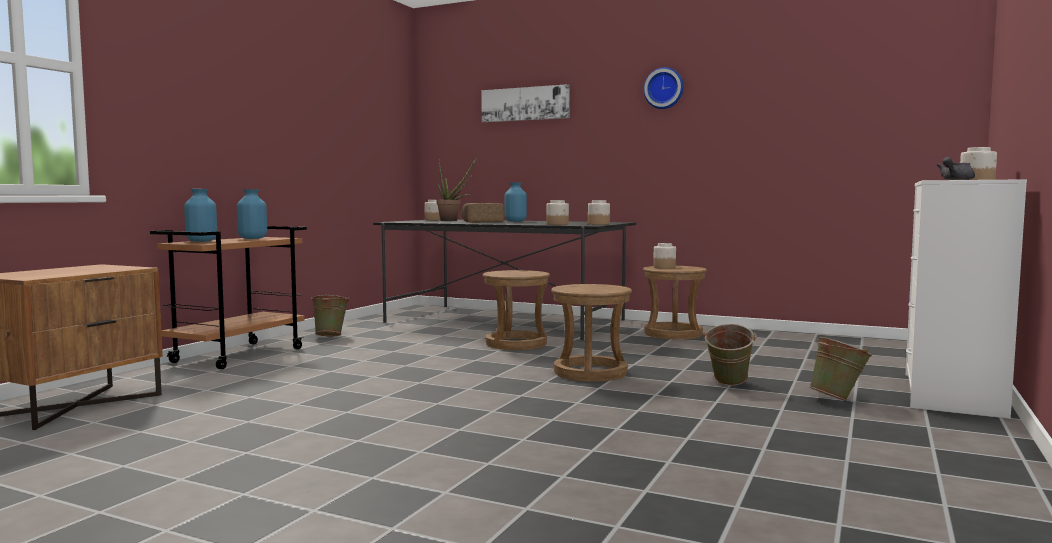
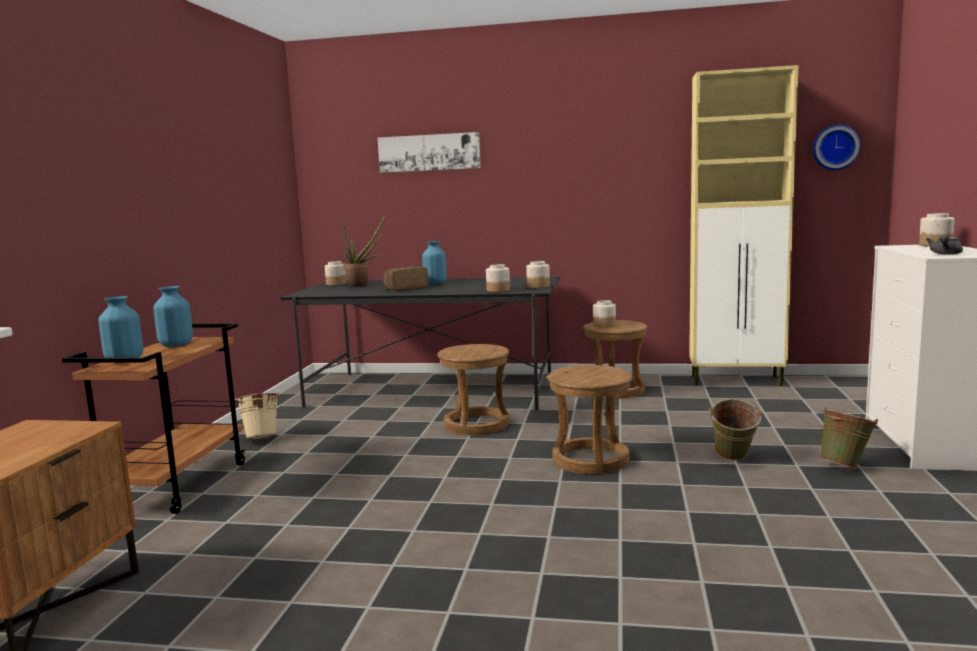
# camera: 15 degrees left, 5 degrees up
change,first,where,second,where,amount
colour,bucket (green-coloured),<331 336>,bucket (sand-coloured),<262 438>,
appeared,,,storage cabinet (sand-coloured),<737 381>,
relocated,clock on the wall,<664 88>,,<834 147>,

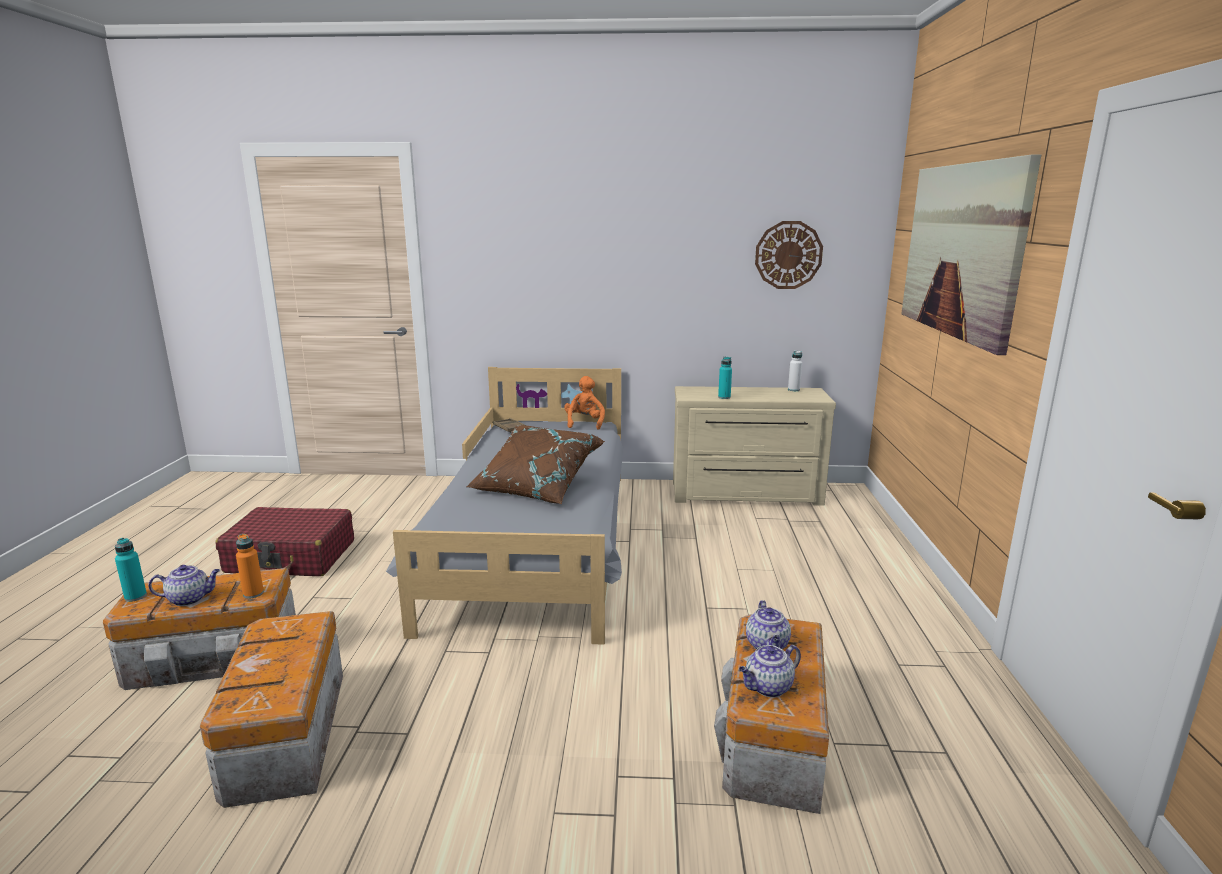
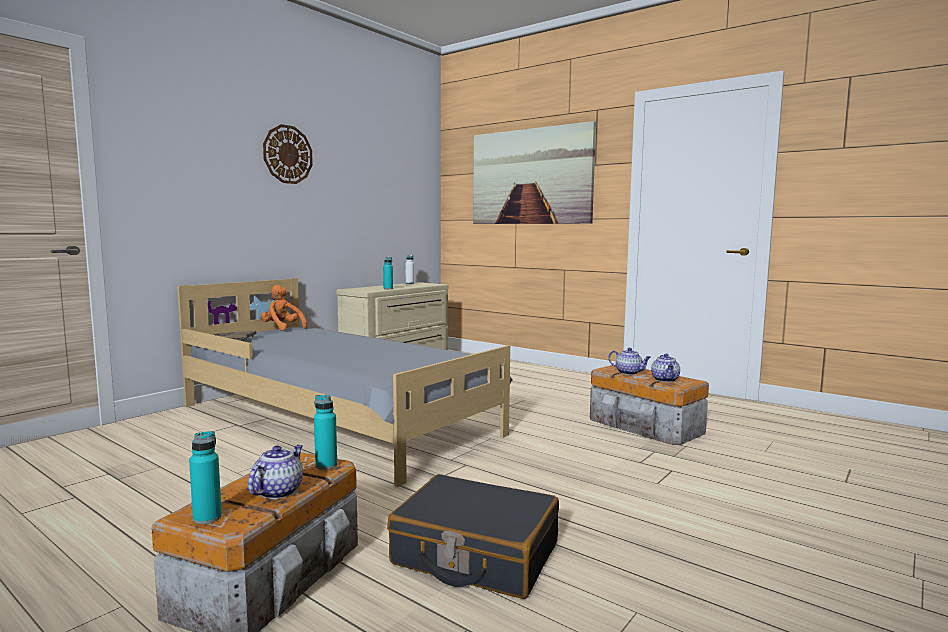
# camera: 55 degrees left, 10 degrees down
change,first,where,second,where,amount
relocated,clock on the wall,<788 255>,,<287 154>,
colour,drink bottle (orange),<253 593>,drink bottle (turquoise-coloured),<326 465>,
exchanged,storage bin,<285 737>,piece of luggage (black),<475 554>,
missing,piece of luggage (red),<291 557>,,,
missing,throw pillow (brownish),<536 486>,,,

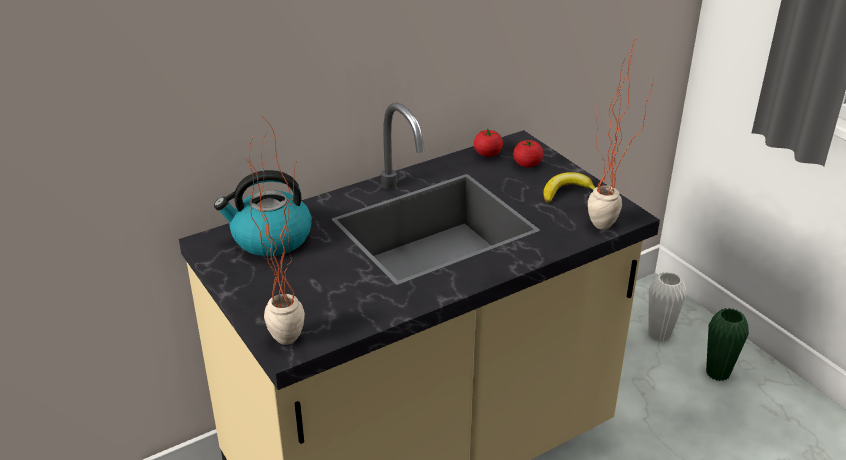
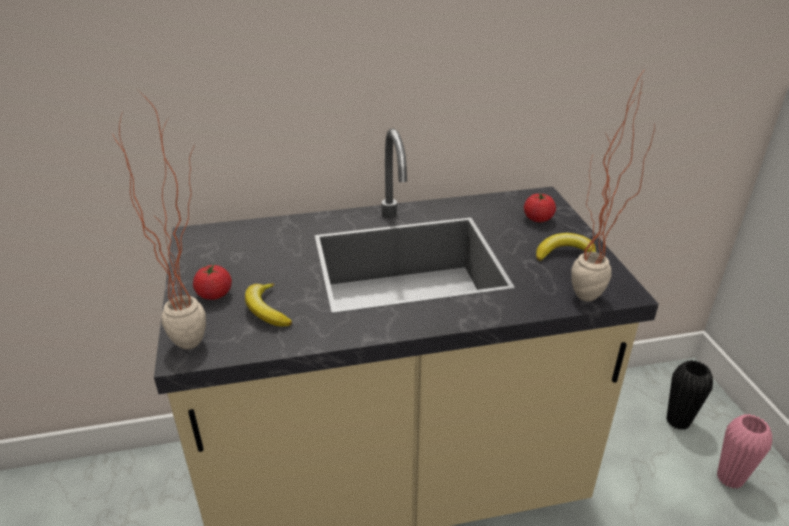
# camera: 20 degrees right, 0 degrees up
change,first,where,second,where,amount
relocated,fresh tomato,<487 154>,,<214 294>,
appeared,,,banana,<267 310>,
colour,flower vase (white-coloured),<659 335>,flower vase (black),<678 421>,
colour,flower vase (green-coloured),<717 373>,flower vase (pinkish),<729 478>,
missing,kettle,<270 239>,,,

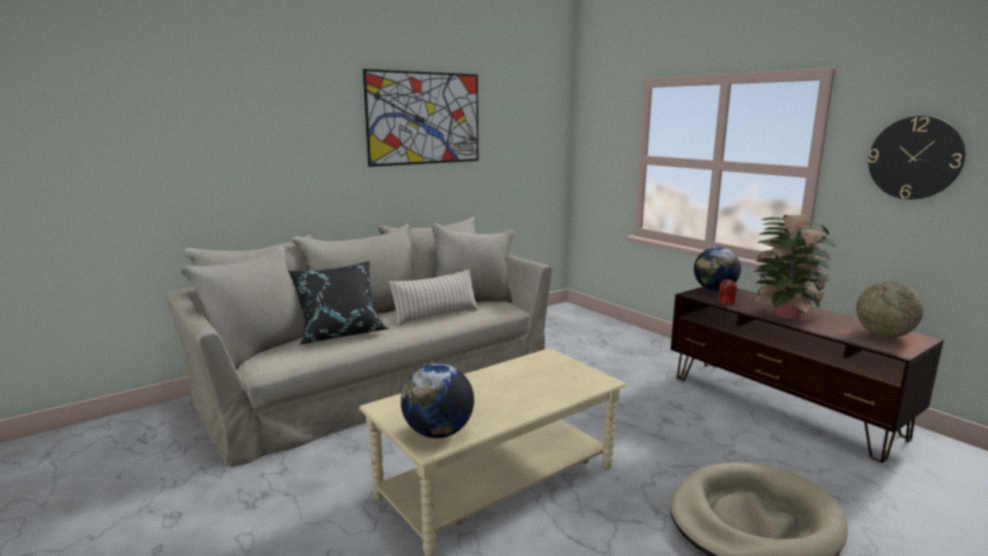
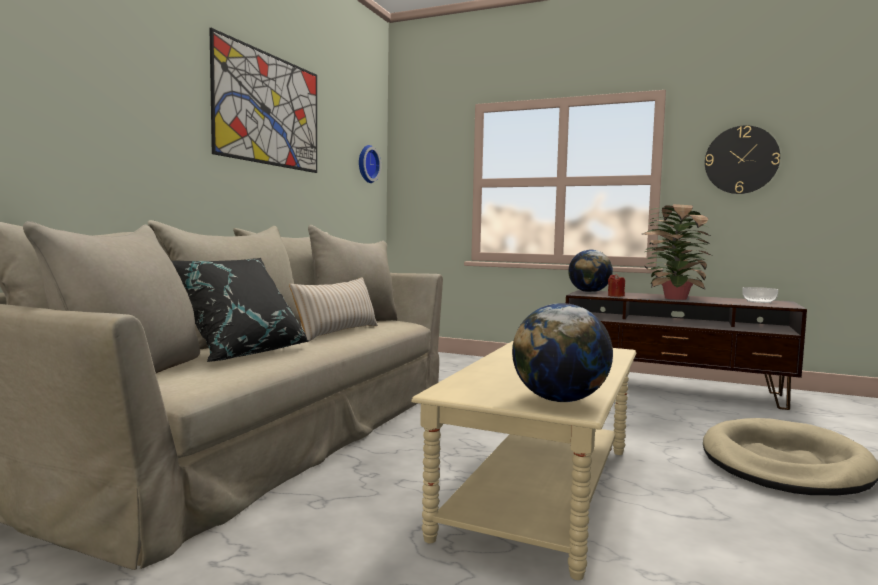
# camera: 30 degrees left, 10 degrees down
change,first,where,second,where,amount
appeared,,,clock on the wall,<366 164>,
exchanged,globe,<883 335>,serving bowl,<758 301>,

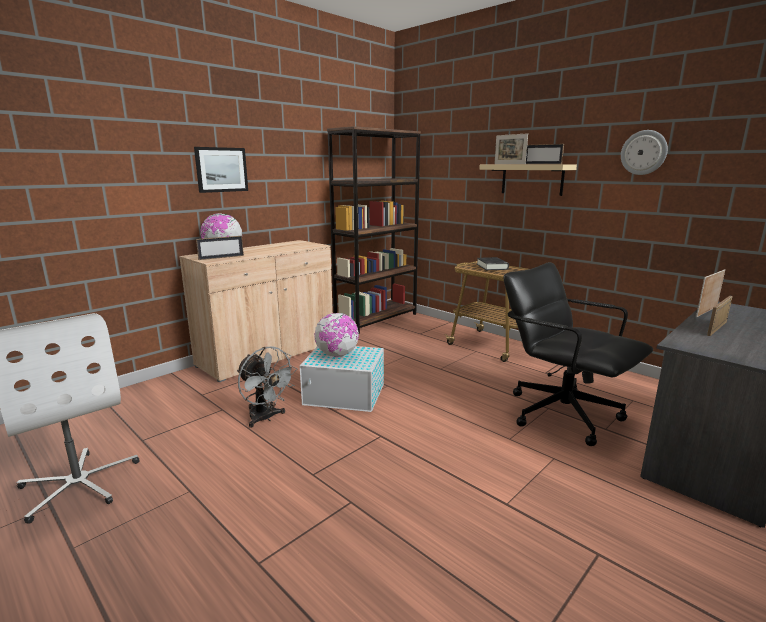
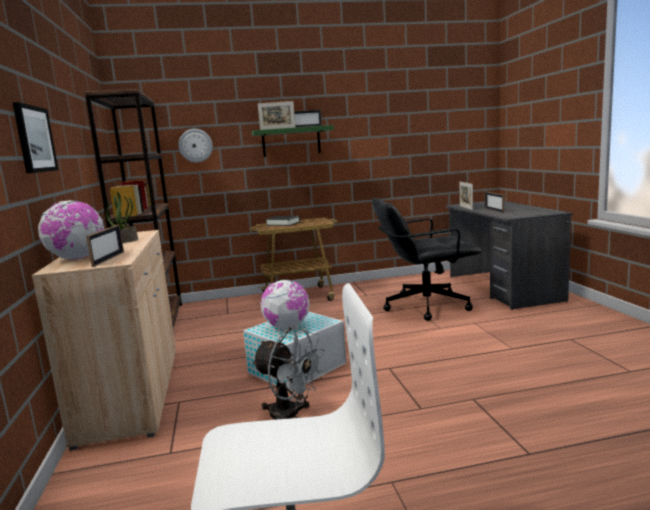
# camera: 55 degrees left, 5 degrees down
change,first,where,second,where,amount
appeared,,,potted plant,<124 241>,
relocated,clock on the wall,<643 152>,,<195 145>,
colour,bracket shelf (sand-coloured),<532 179>,bracket shelf (green-coloured),<291 141>,
spun,fan (grey),<266 418>,,<291 416>,45 degrees clockwise

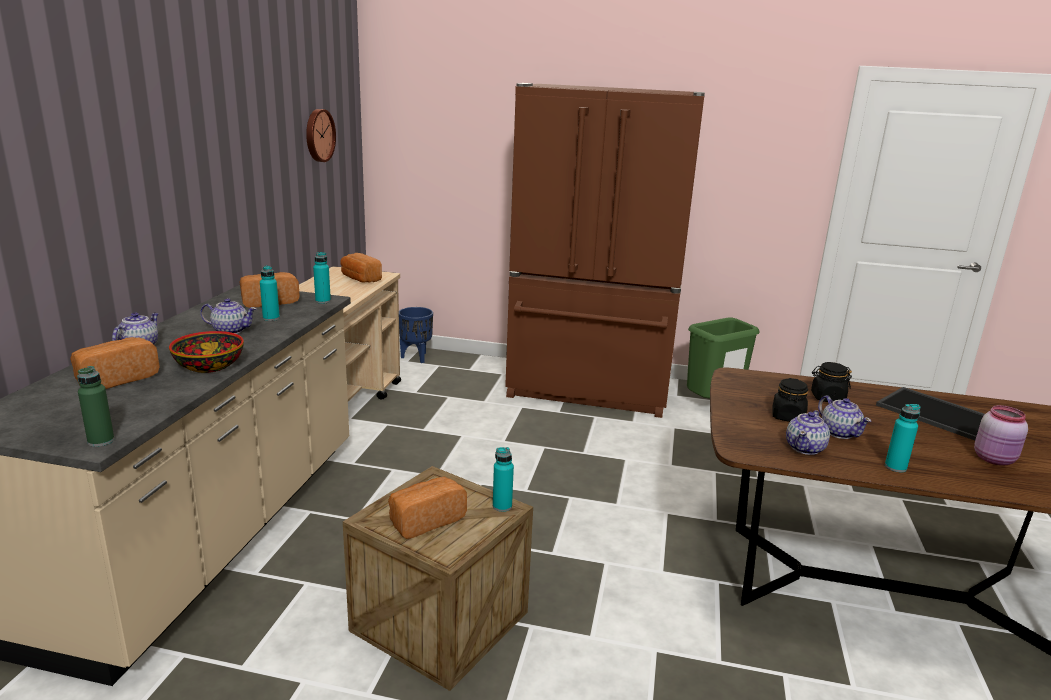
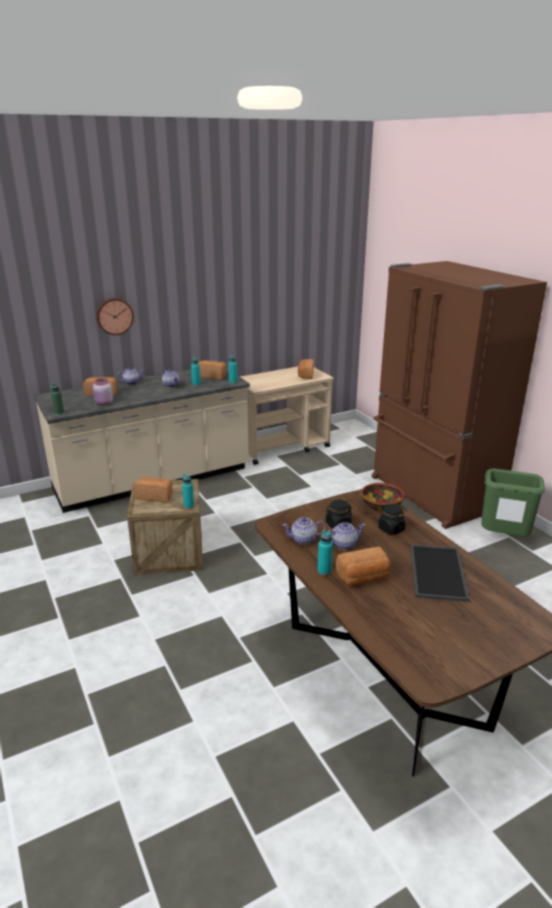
# camera: 50 degrees right, 5 degrees up
change,first,where,second,where,amount
relocated,jar (pinkish),<995 459>,,<104 403>,
relocated,clock on the wall,<318 135>,,<114 316>,
spun,tea pot,<839 432>,,<343 544>,135 degrees counterclockwise
appeared,,,bakery bread,<363 578>,
relocated,serving bowl,<210 366>,,<381 506>,
missing,plant pot (bluish),<416 357>,,,

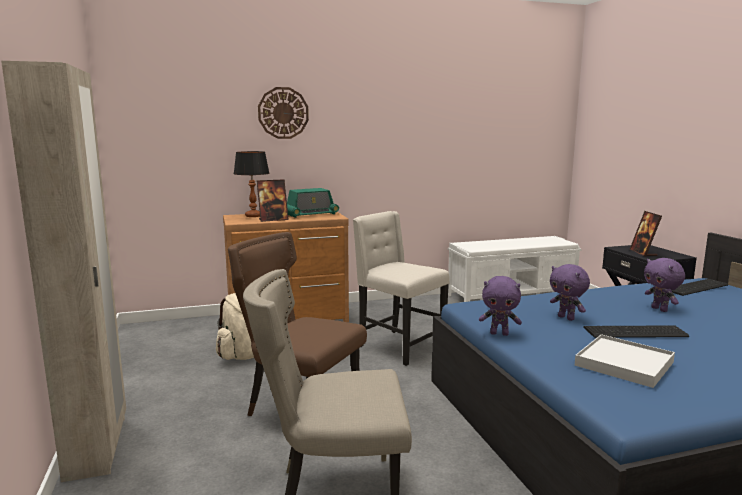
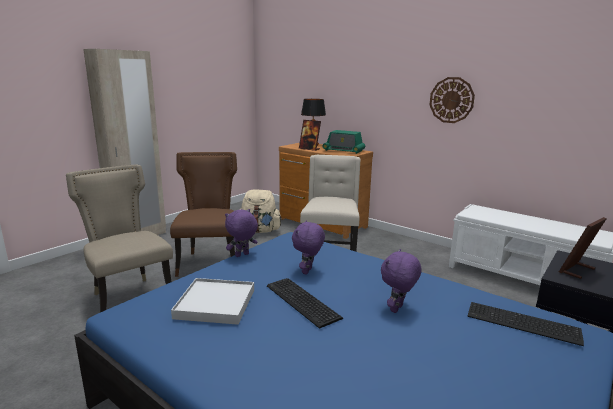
# camera: 55 degrees right, 5 degrees up
change,first,where,second,where,amount
spun,cuddly toy (purple-coloured),<499 333>,,<242 255>,75 degrees clockwise
relocated,clock on the wall,<283 113>,,<451 100>,

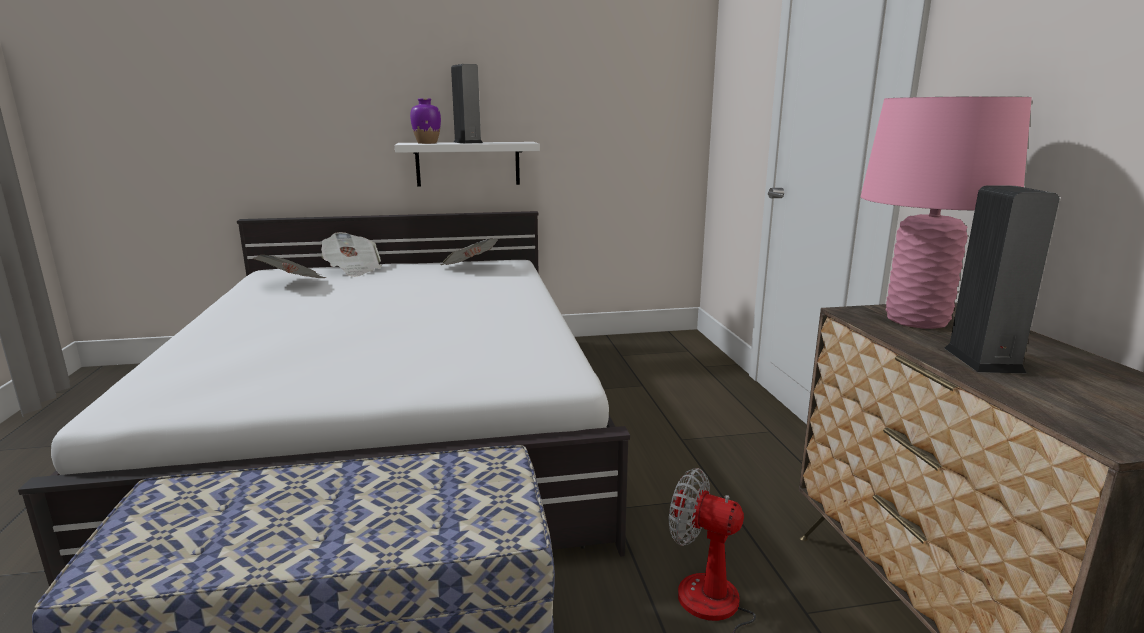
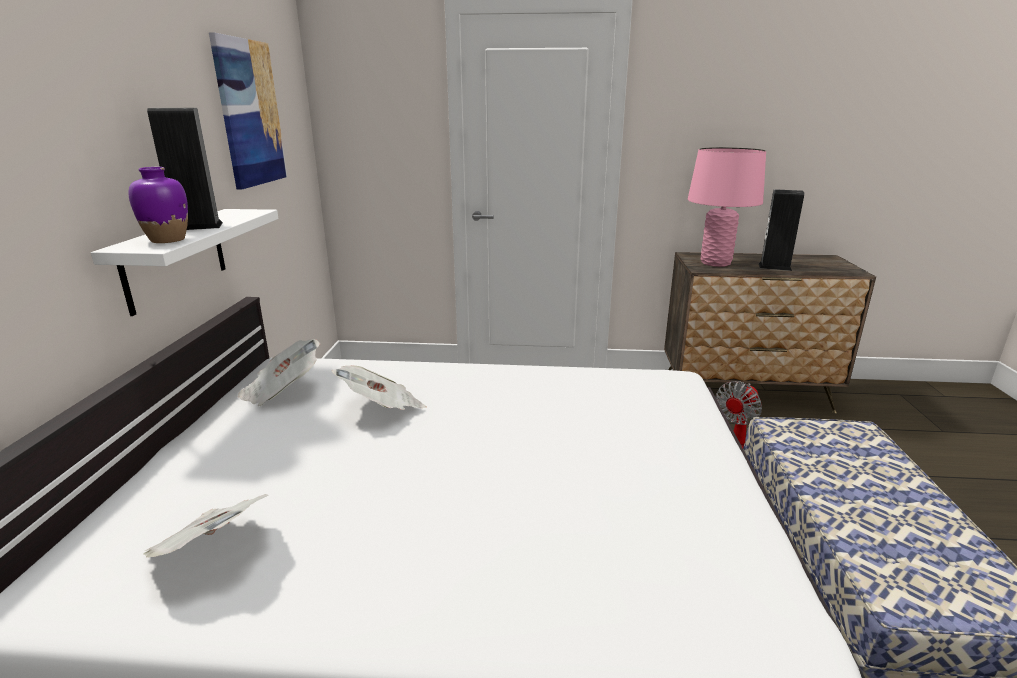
# camera: 75 degrees left, 5 degrees up
change,first,where,second,where,amount
appeared,,,picture,<250 113>,
relocated,daily paper,<353 270>,,<383 408>,

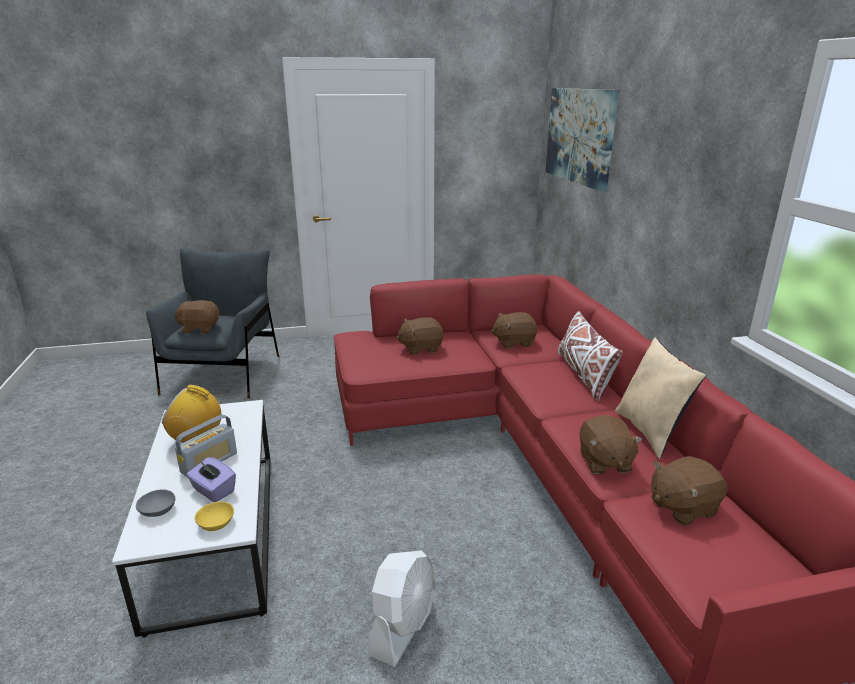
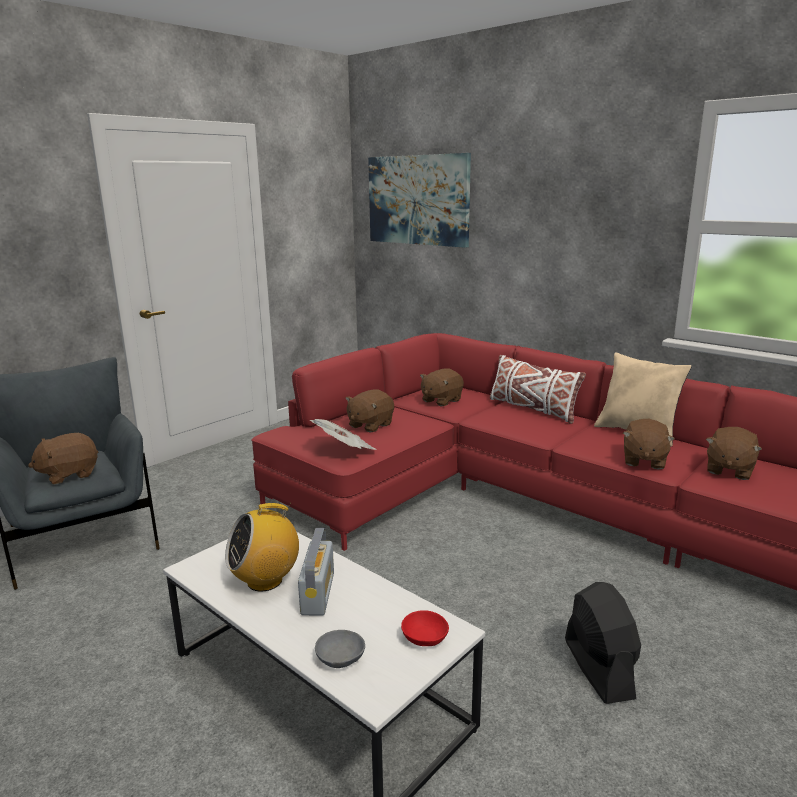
# camera: 35 degrees left, 5 degrees down
change,first,where,second,where,amount
appeared,,,daily paper,<344 450>,
colour,serving bowl (yellowish),<217 524>,serving bowl (red),<426 637>,
colour,fan (white-coloured),<403 626>,fan (black),<598 668>,
spun,cuddly toy (brownish),<604 462>,,<643 461>,60 degrees clockwise
missing,tissue holder (purple-coloured),<213 491>,,,

